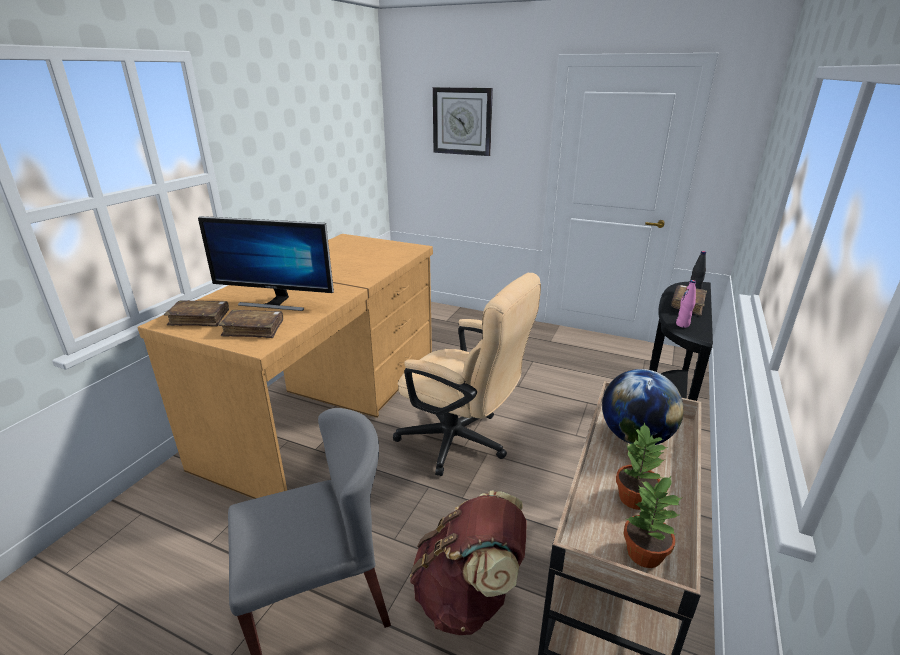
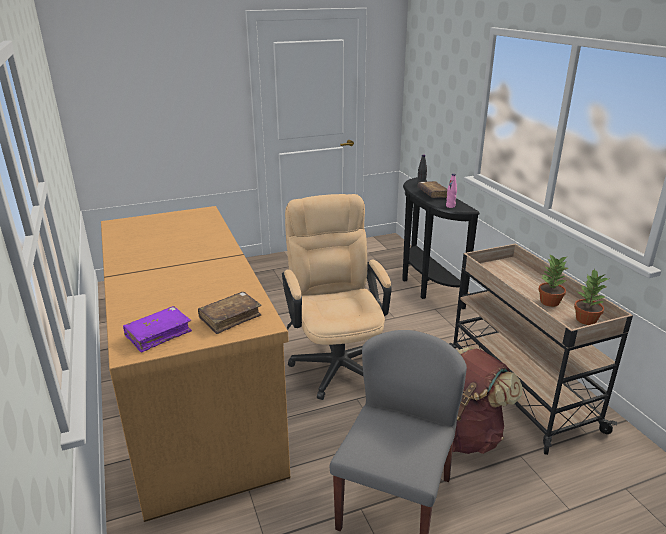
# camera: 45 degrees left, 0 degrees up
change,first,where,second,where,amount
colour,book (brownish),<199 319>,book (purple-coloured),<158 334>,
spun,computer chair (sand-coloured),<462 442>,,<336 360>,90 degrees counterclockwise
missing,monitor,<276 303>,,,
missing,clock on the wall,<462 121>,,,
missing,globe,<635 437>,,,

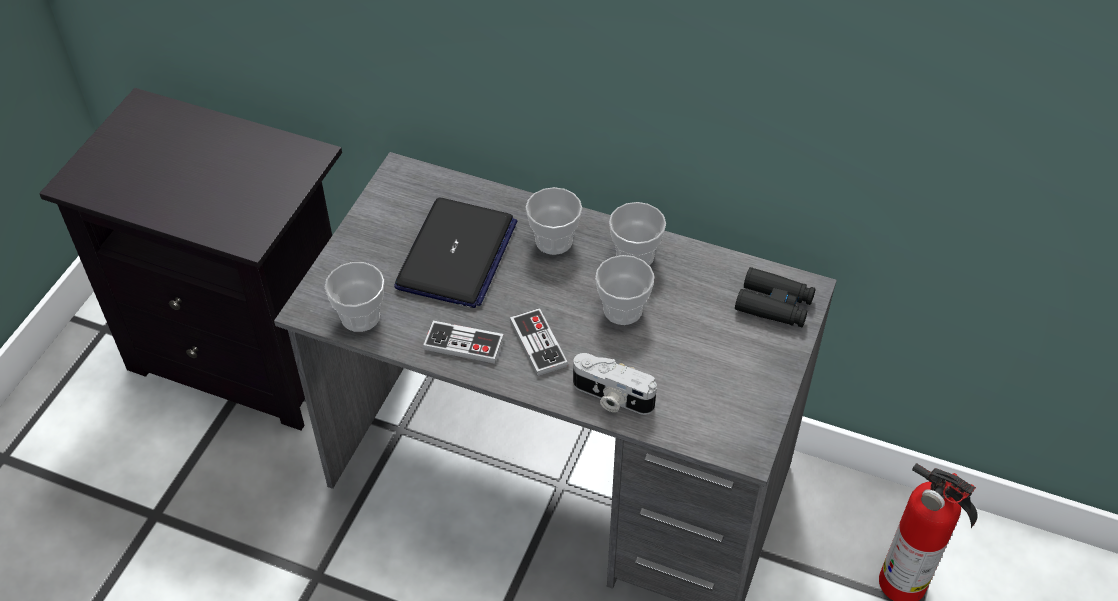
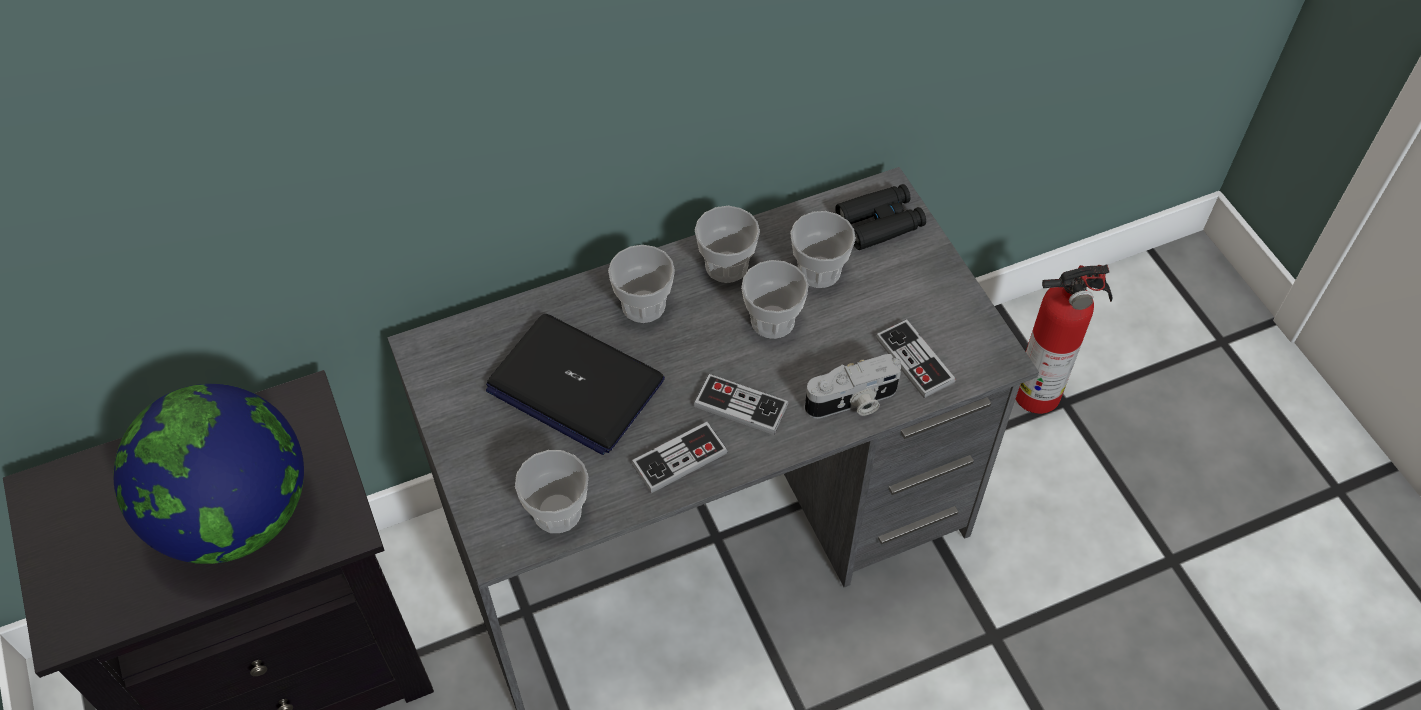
# camera: 45 degrees left, 5 degrees up
change,first,where,second,where,amount
appeared,,,globe,<235 515>,
spun,portable computer,<456 255>,,<574 385>,150 degrees clockwise
appeared,,,cup,<819 271>,
appeared,,,joypad,<914 360>,

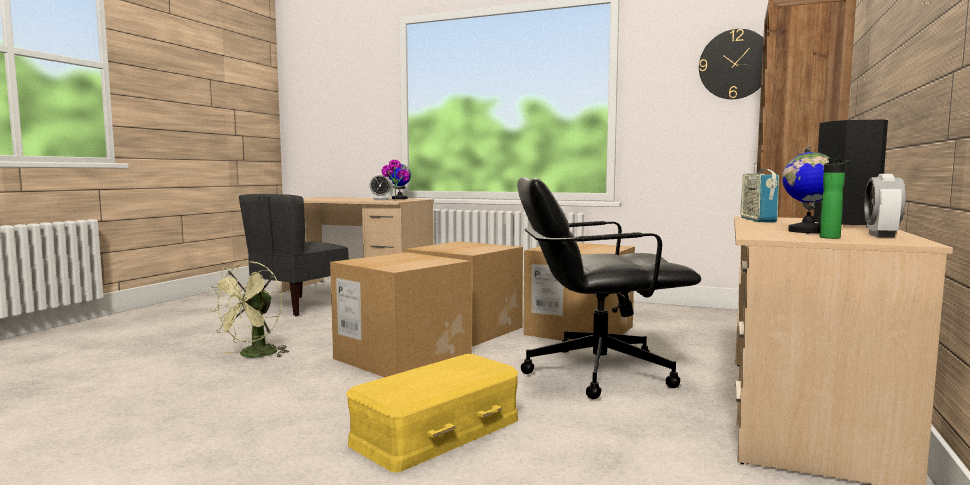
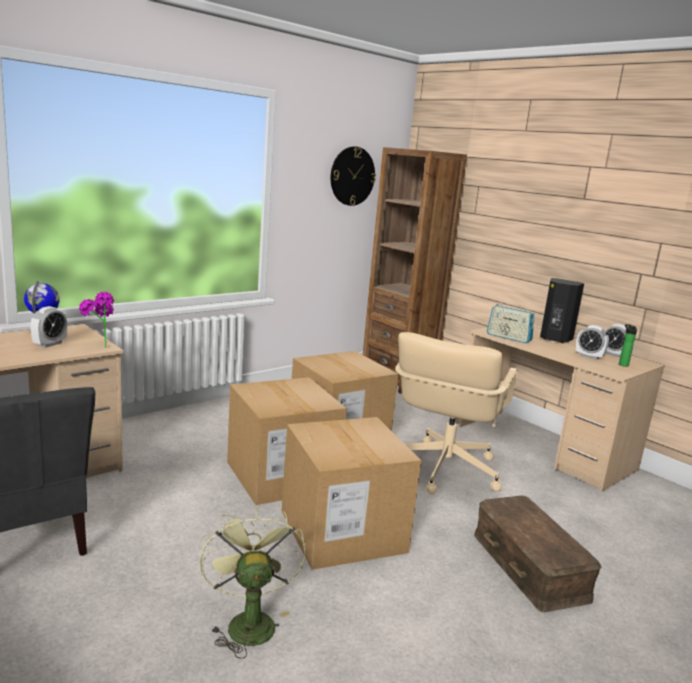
# camera: 65 degrees left, 10 degrees up
change,first,where,second,where,amount
spun,fan (green-coloured),<254 355>,,<248 621>,150 degrees counterclockwise
colour,computer chair (black),<596 372>,computer chair (sand-coloured),<443 469>,
colour,storage bin (yellowish),<438 432>,storage bin (brownish),<530 566>,
exchanged,globe,<807 231>,bedside clock,<589 356>,

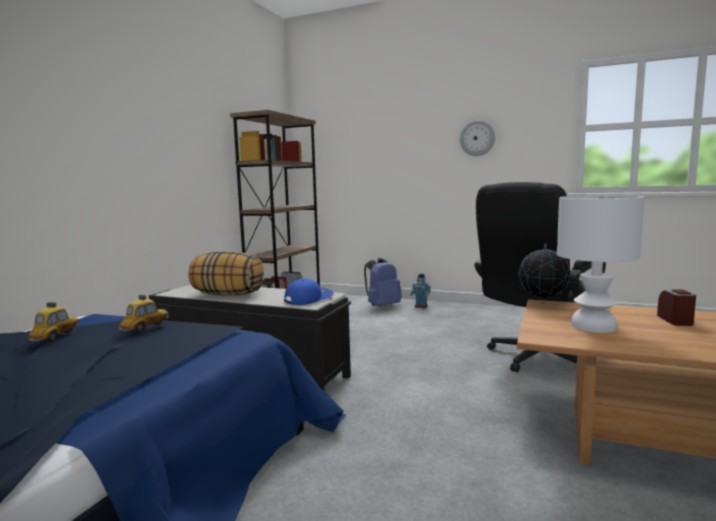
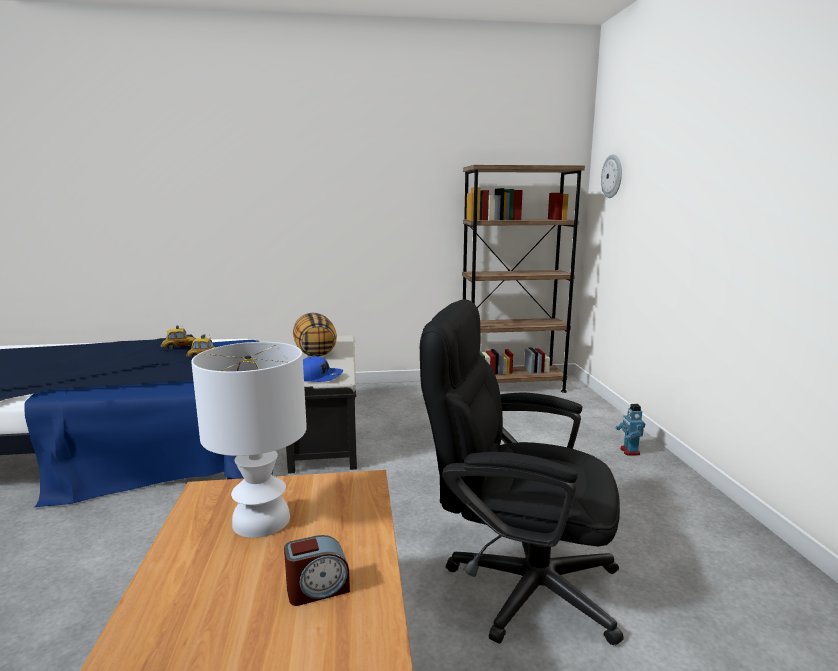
# camera: 60 degrees right, 5 degrees up
change,first,where,second,where,amount
relocated,clock on the wall,<477 138>,,<612 176>,
missing,knapsack (bluish),<382 306>,,,
missing,globe,<542 304>,,,

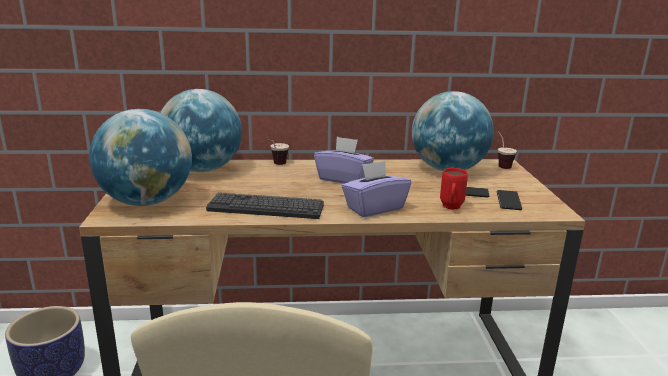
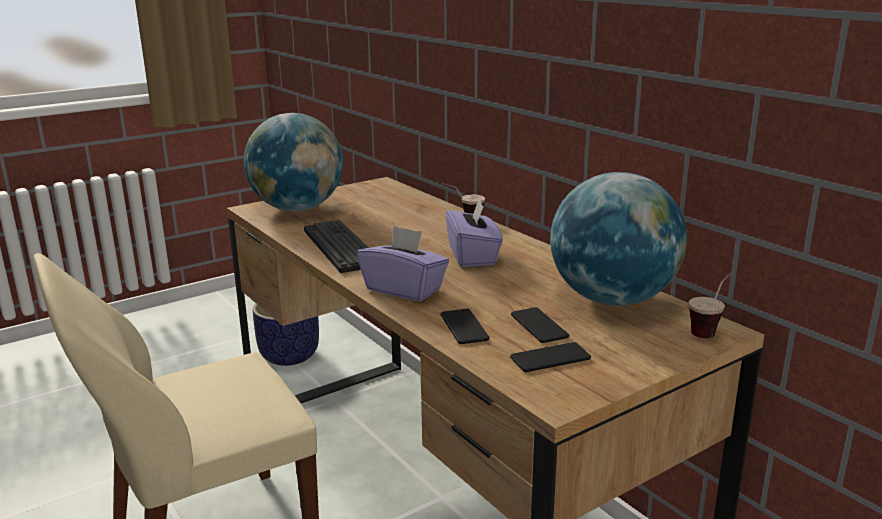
# camera: 60 degrees right, 0 degrees up
change,first,where,second,where,amount
exchanged,mug (red),<451 208>,telephone,<464 327>,
missing,globe,<202 169>,,,

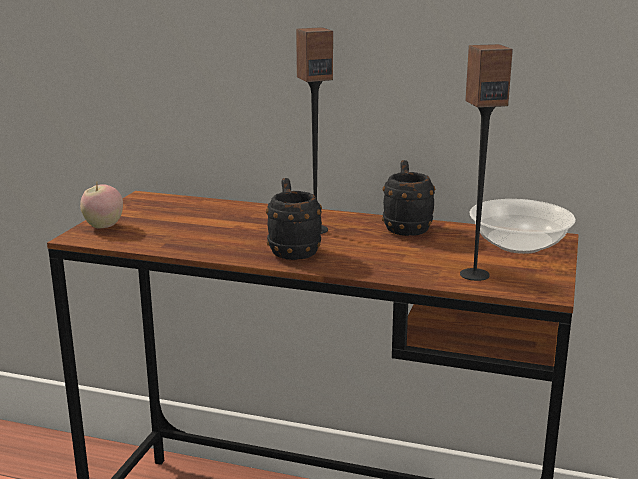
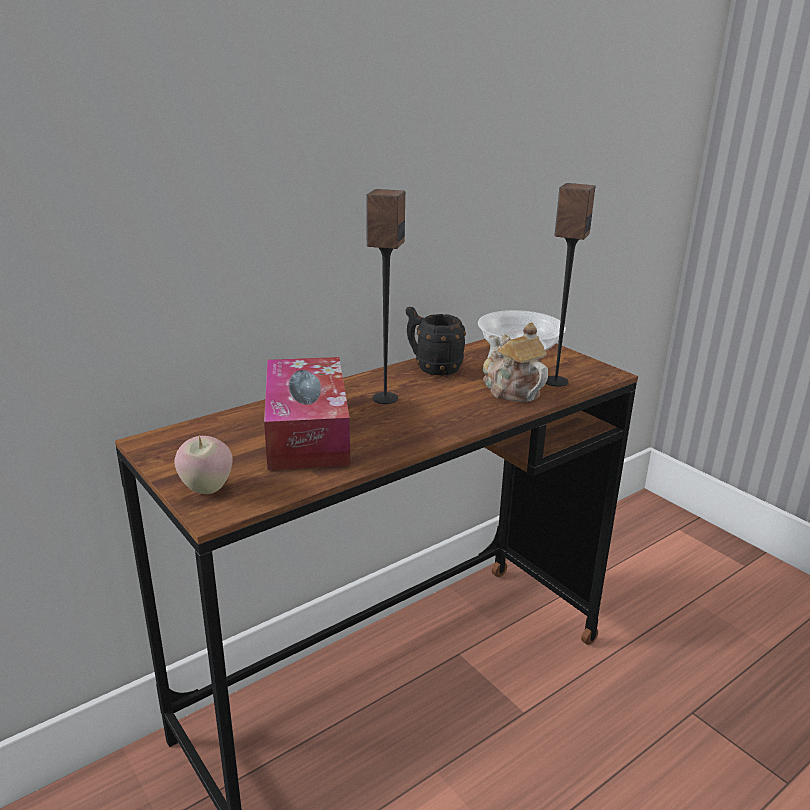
# camera: 55 degrees left, 5 degrees up
change,first,where,second,where,amount
appeared,,,tissue holder,<307 431>,
appeared,,,tea pot,<511 390>,
missing,mug (black),<292 250>,,,

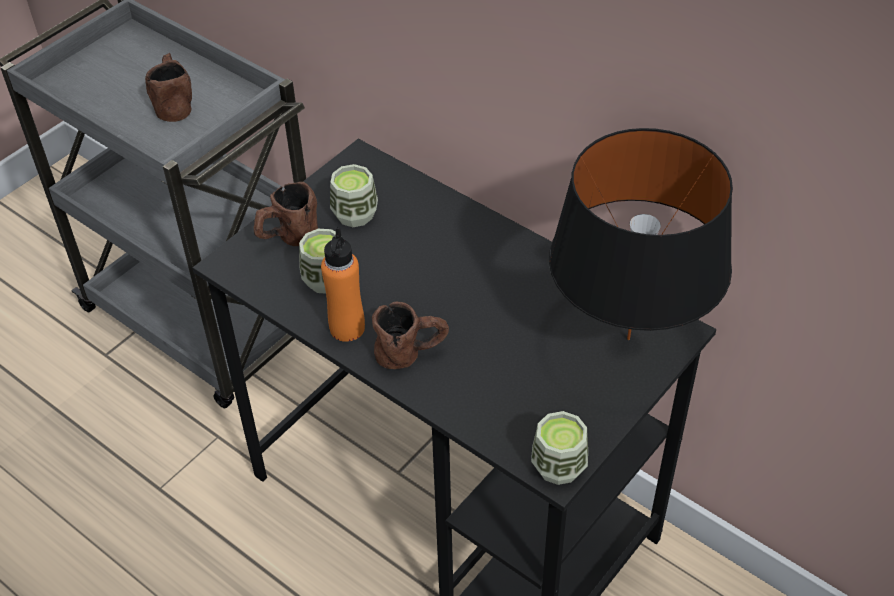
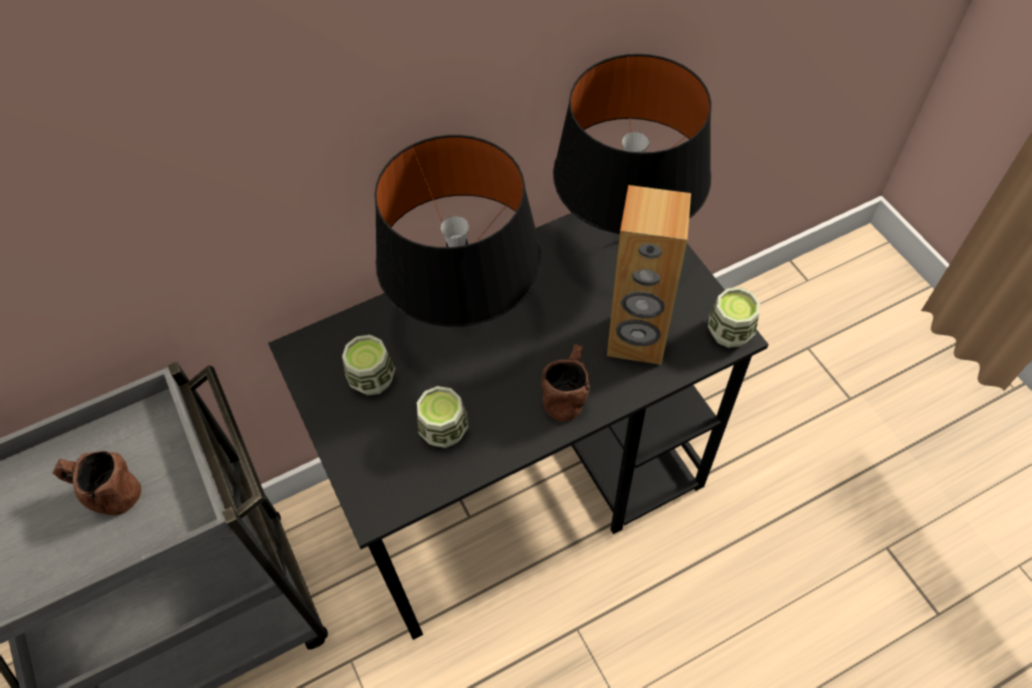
# camera: 65 degrees left, 10 degrees up
change,first,where,second,where,amount
appeared,,,lamp for a table (black),<467 318>,
appeared,,,audio speaker (brownish),<637 340>,
missing,mug (brownish),<287 238>,,,
missing,drink bottle (orange),<347 328>,,,

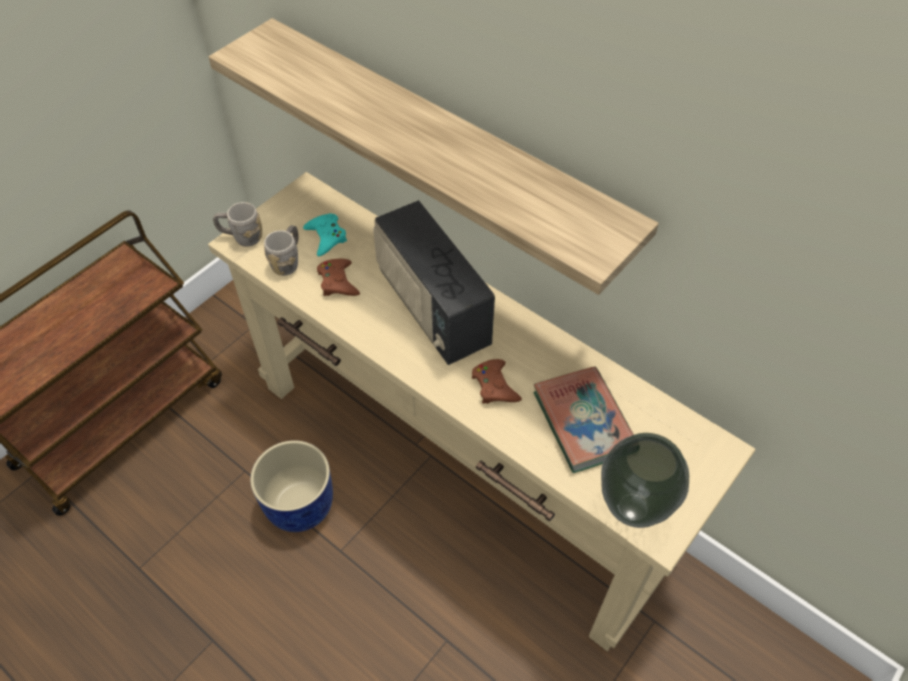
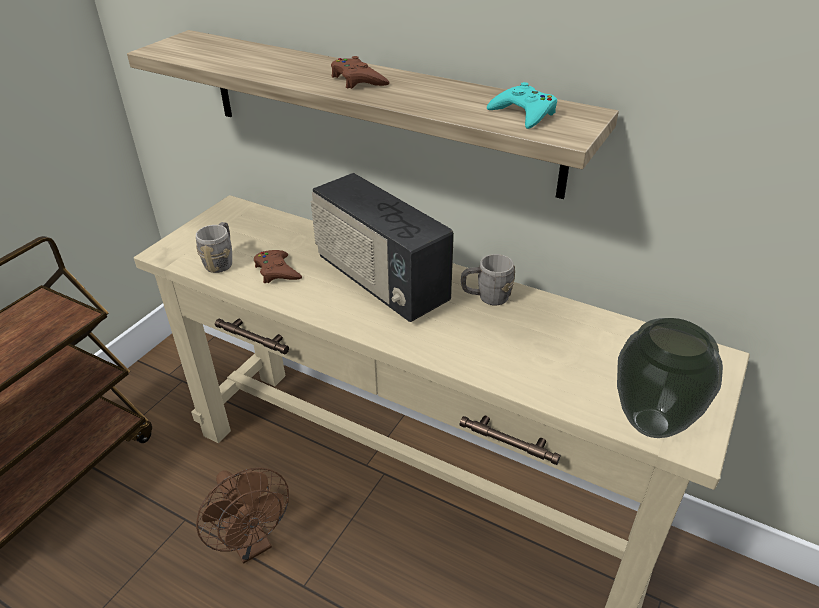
# camera: 10 degrees left, 15 degrees down
change,first,where,second,where,amount
exchanged,plant pot (bluish),<300 504>,fan (brownish),<252 543>,
relocated,joypad (brownish),<494 386>,,<358 80>,
relocated,mug (grey),<242 237>,,<486 297>,
relocated,joypad (turquoise-coloured),<326 237>,,<524 114>,
missing,book,<584 422>,,,

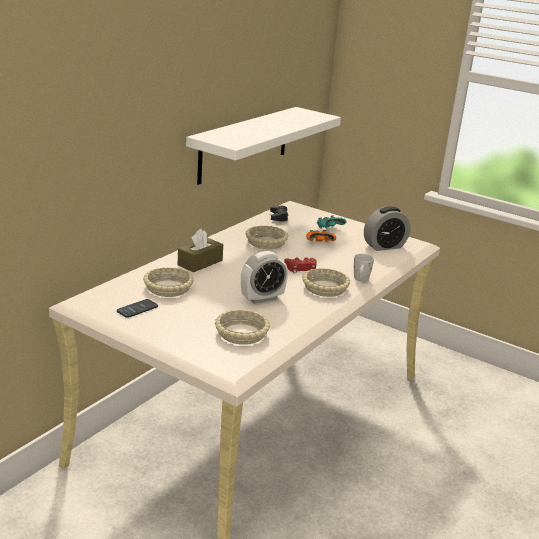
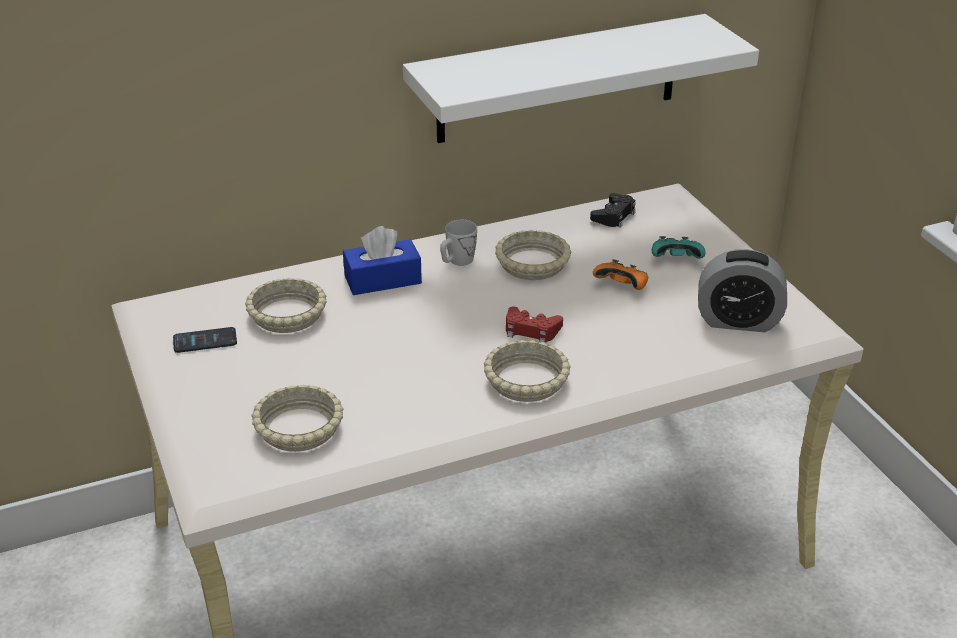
# camera: 35 degrees right, 10 degrees up
change,first,where,second,where,amount
colour,tissue holder (brownish),<200 263>,tissue holder (bluish),<383 279>,
relocated,mug (white-coloured),<360 280>,,<457 262>,
missing,bedside clock,<262 298>,,,

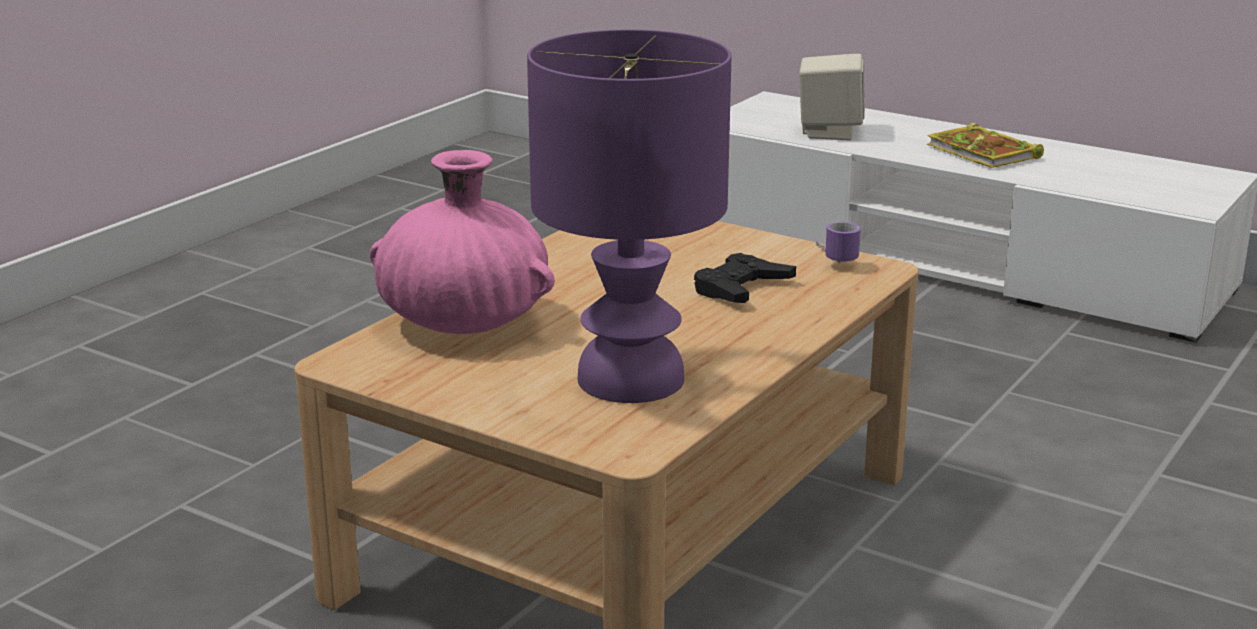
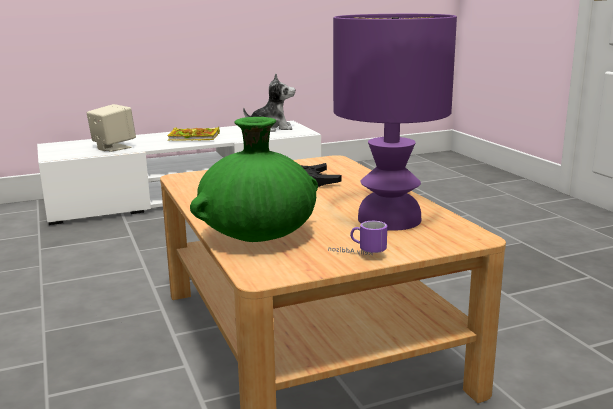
# camera: 55 degrees left, 5 degrees down
change,first,where,second,where,amount
colour,flower vase (pinkish),<464 322>,flower vase (green-coloured),<257 235>,
appeared,,,cuddly toy,<272 128>,
relocated,mug,<832 258>,,<357 254>,

